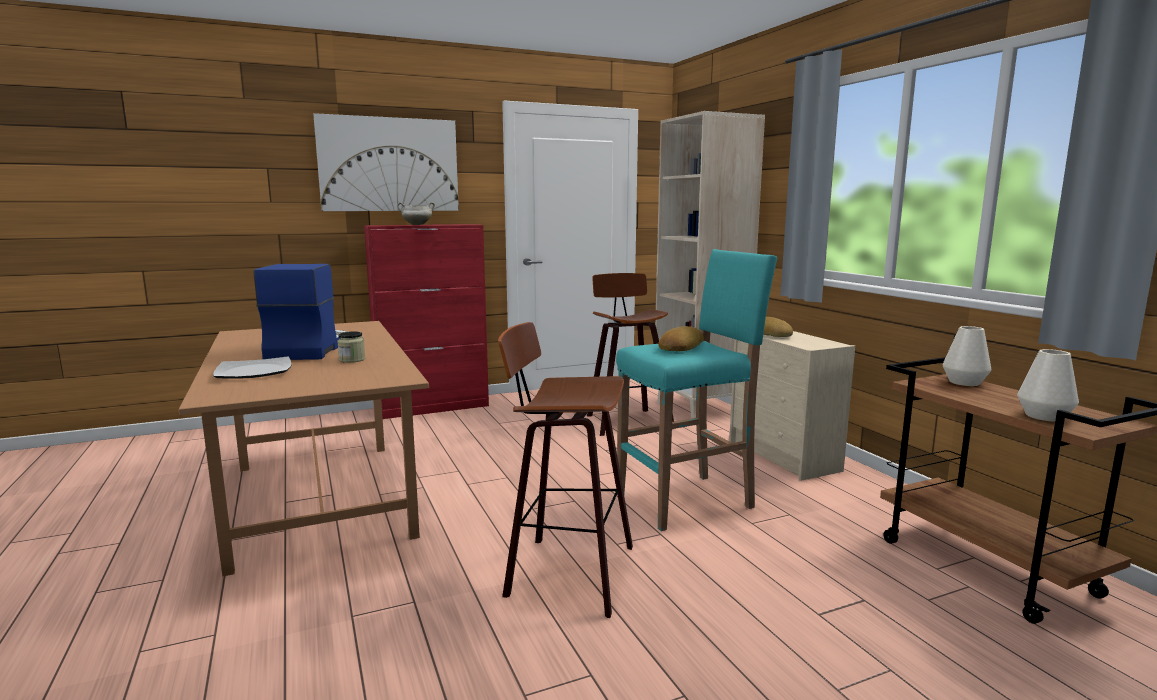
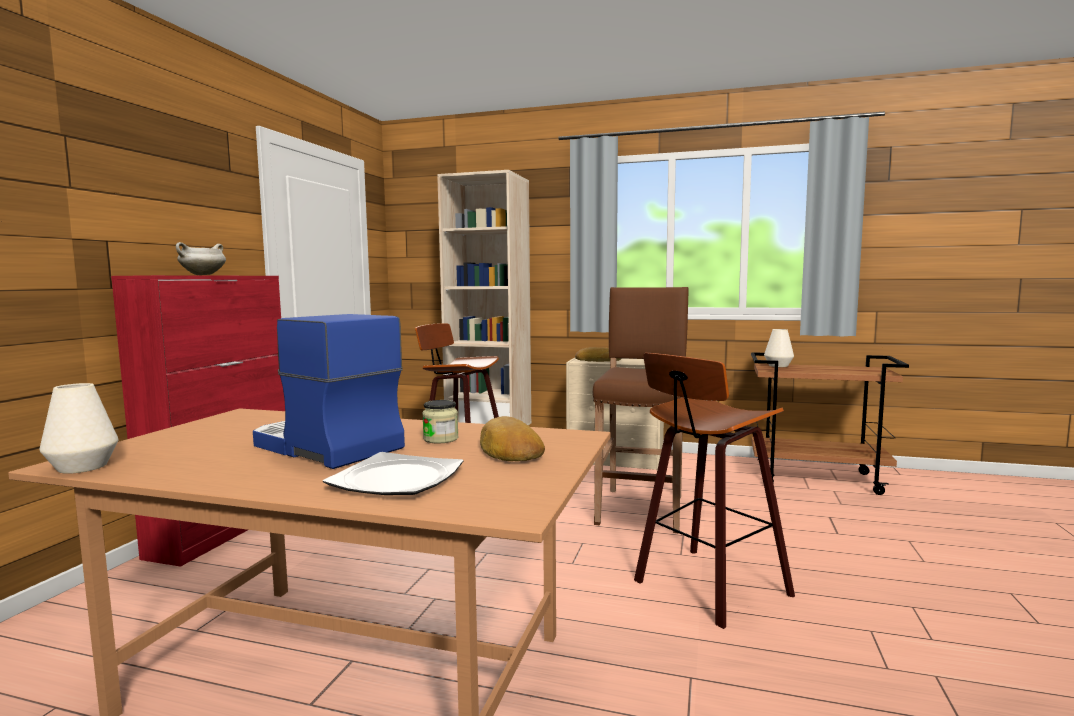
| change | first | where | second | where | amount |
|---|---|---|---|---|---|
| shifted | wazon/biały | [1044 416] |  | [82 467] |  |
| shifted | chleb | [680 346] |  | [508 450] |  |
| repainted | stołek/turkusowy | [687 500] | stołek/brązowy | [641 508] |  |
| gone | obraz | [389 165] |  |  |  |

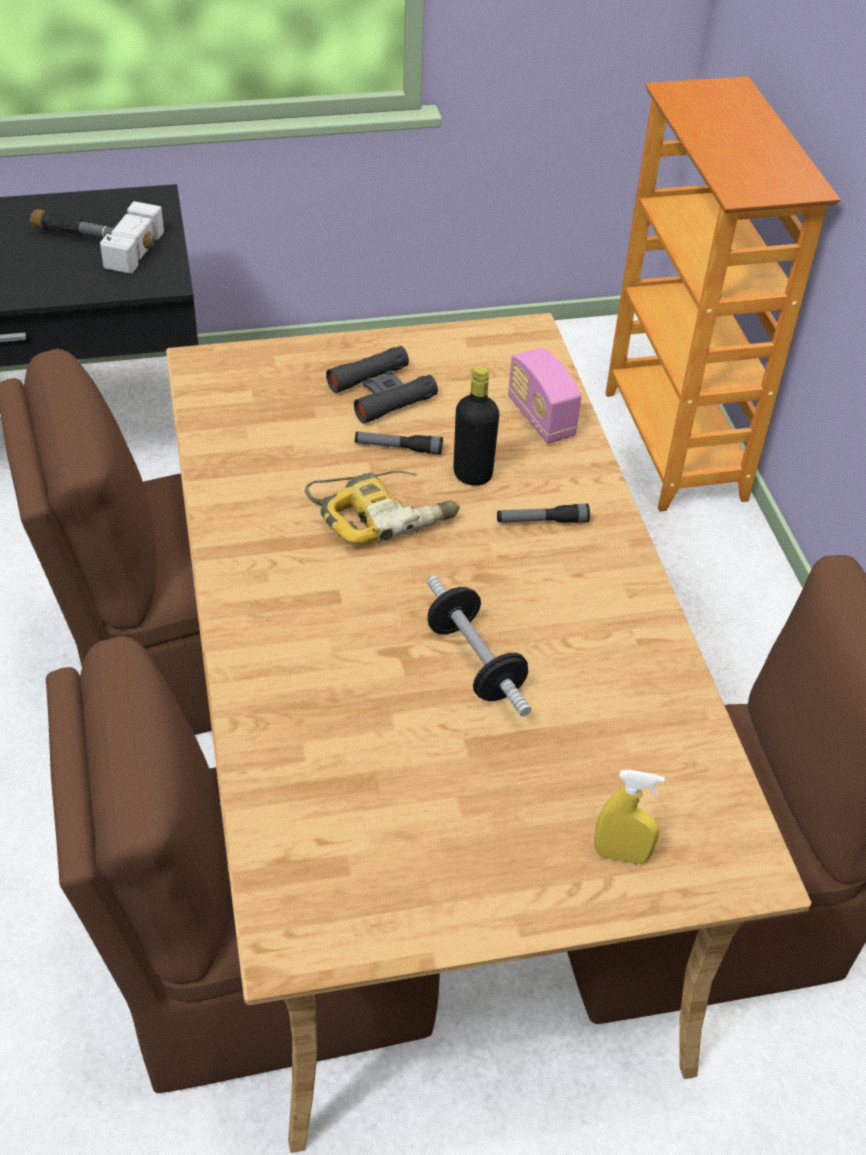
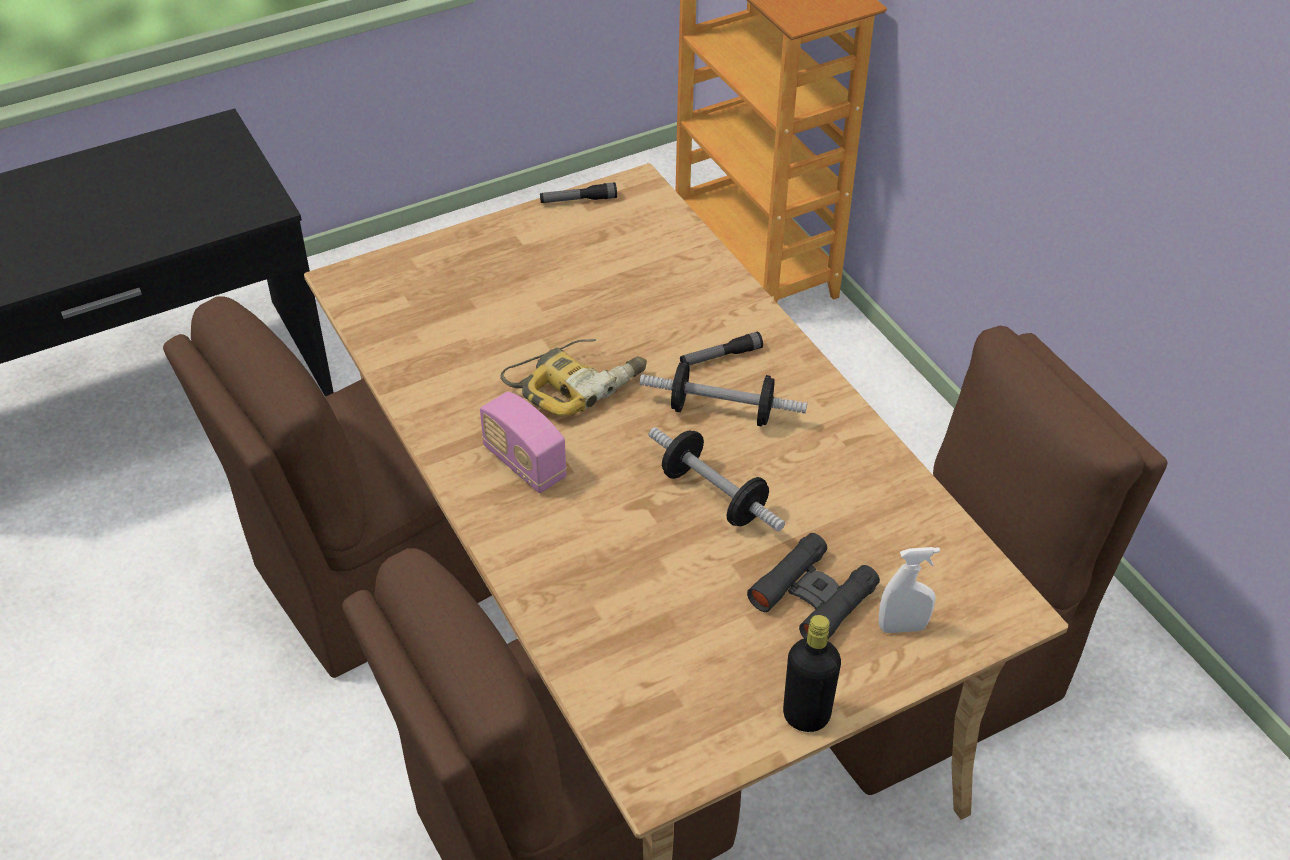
| change | first | where | second | where | amount |
|---|---|---|---|---|---|
| shifted | radio | [540 418] |  | [524 463] |  |
| shifted | latarka | [398 448] |  | [578 200] |  |
| new |  |  | hantel | [721 412] |  |
| shifted | lornetka/czarny | [382 393] |  | [813 596] |  |
| shifted | butelka/czarny | [472 475] |  | [806 716] |  |
| repainted | spryskiwacz/żółty | [621 855] | spryskiwacz/biały | [902 627] |  |
| gone | młotek | [93 242] |  |  |  |

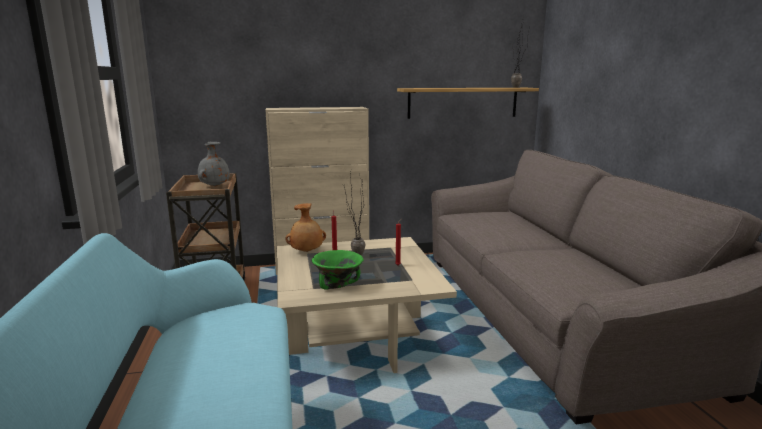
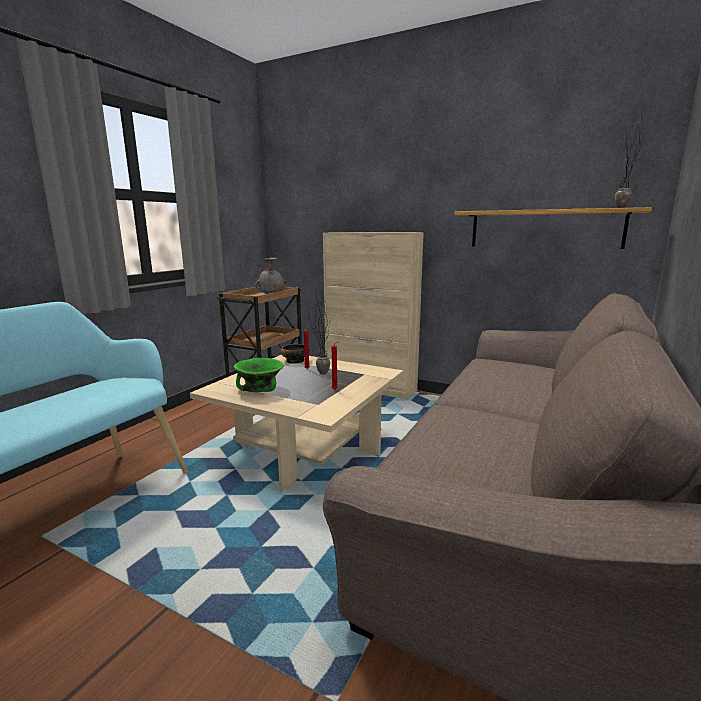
| change | first | where | second | where | amount |
|---|---|---|---|---|---|
| swapped | wazon/brązowy | [306 251] | miska | [295 361] |  |

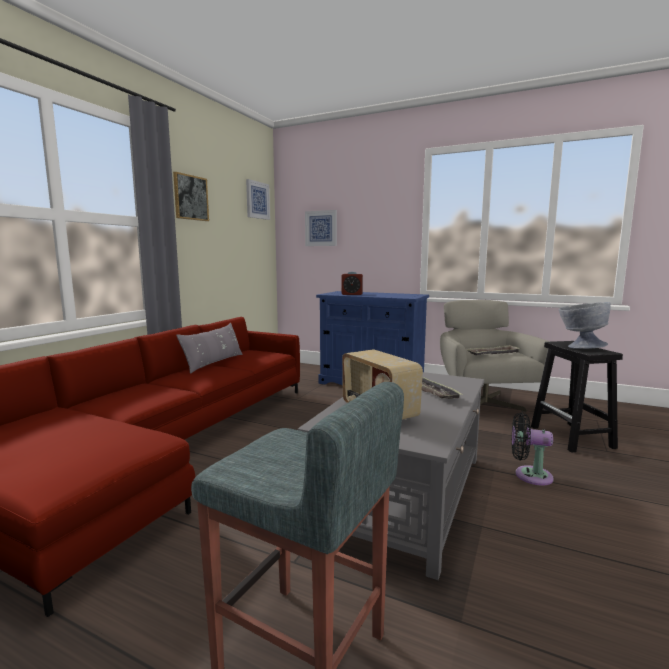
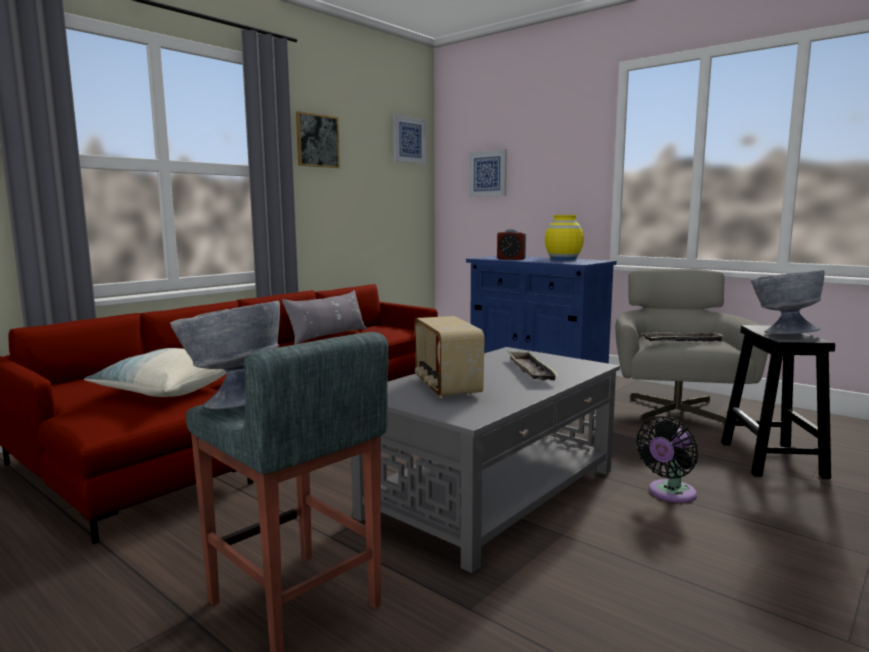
| change | first | where | second | where | amount |
|---|---|---|---|---|---|
| new |  |  | poduszka | [166 391] |  |
| new |  |  | miska/szary | [233 402] |  |
| new |  |  | wazon/żółty | [563 259] |  |
| rotated | wentylator/czarny | [529 475] |  | [669 494] | 75 degrees counterclockwise |

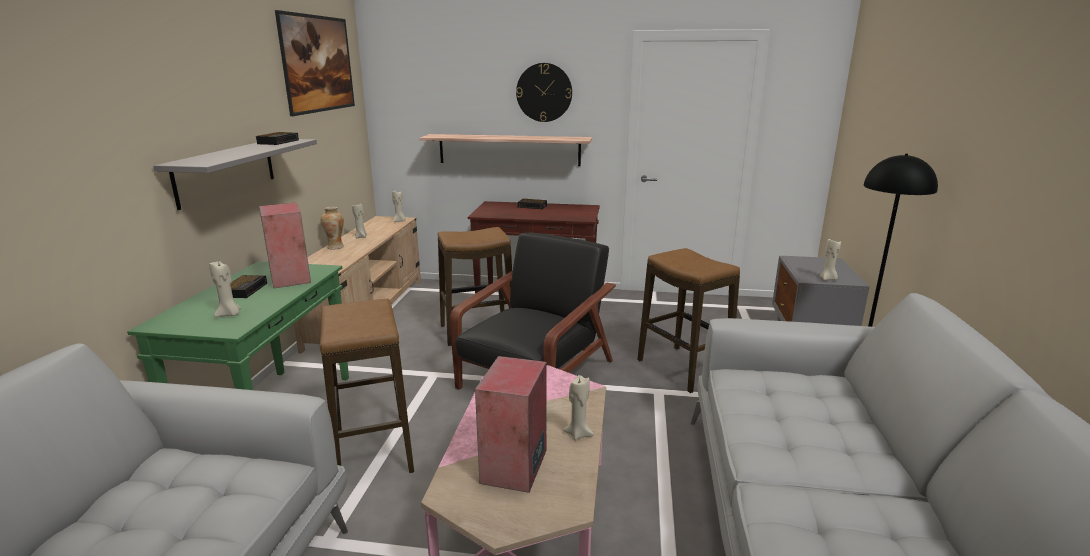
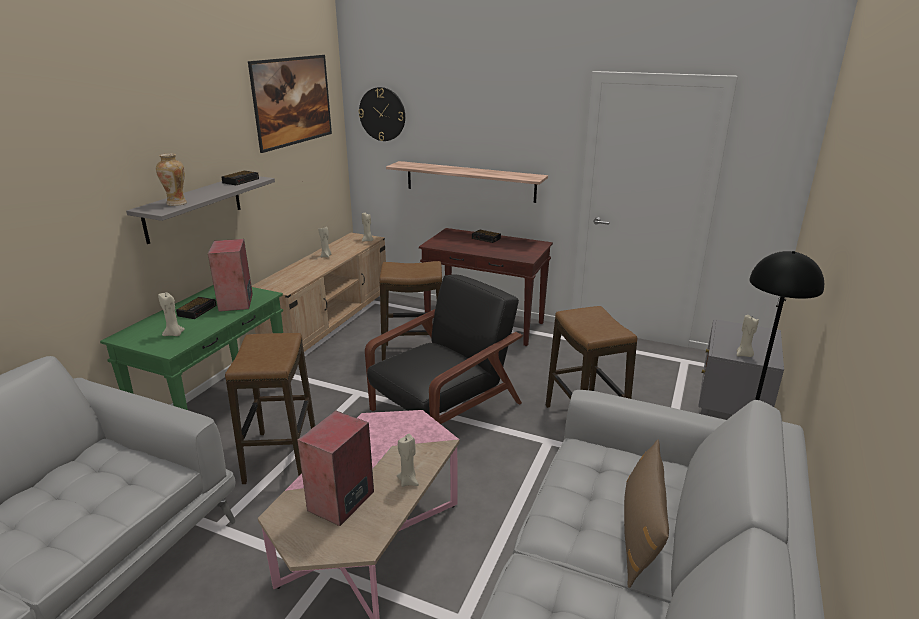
| change | first | where | second | where | amount |
|---|---|---|---|---|---|
| shifted | wazon | [335 247] |  | [177 203] |  |
| shifted | zegar ścienny | [544 92] |  | [382 114] |  |
| new |  |  | poduszka/brązowy | [640 532] |  |

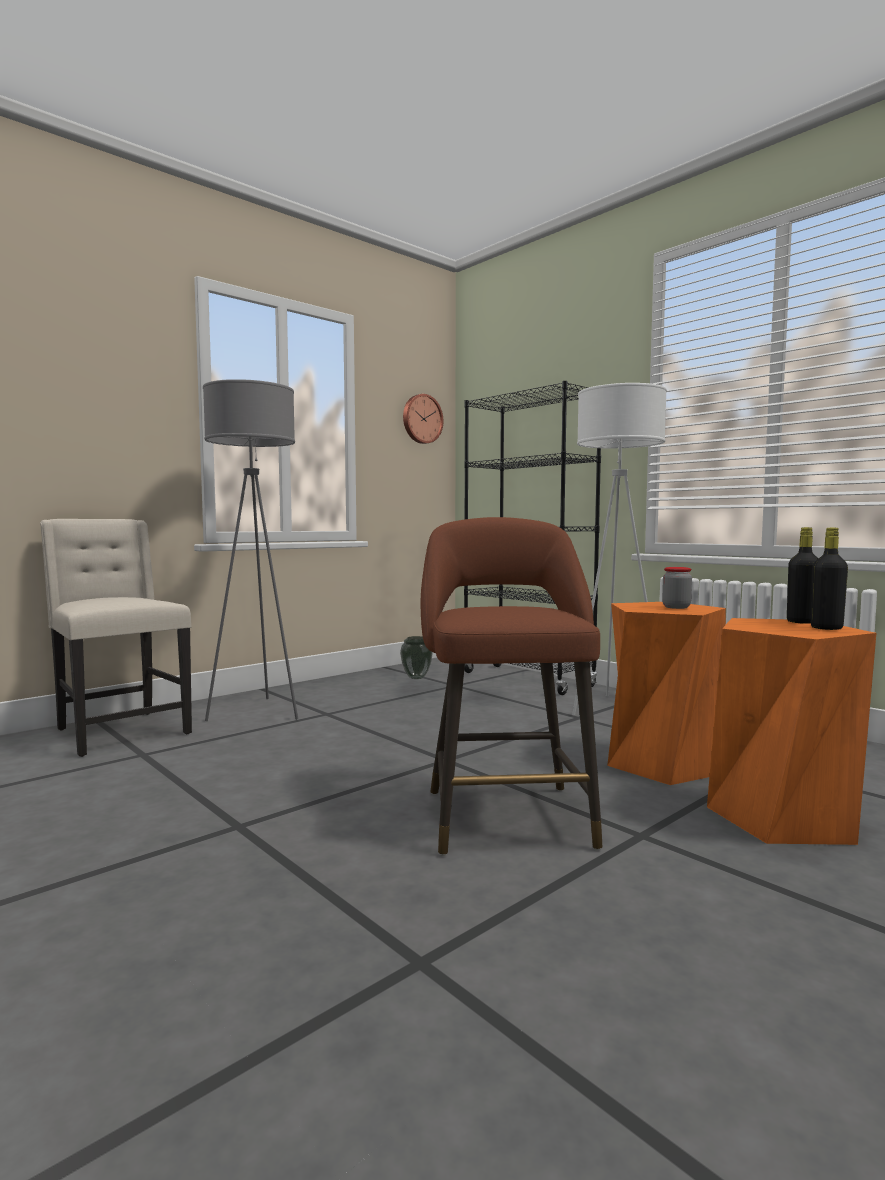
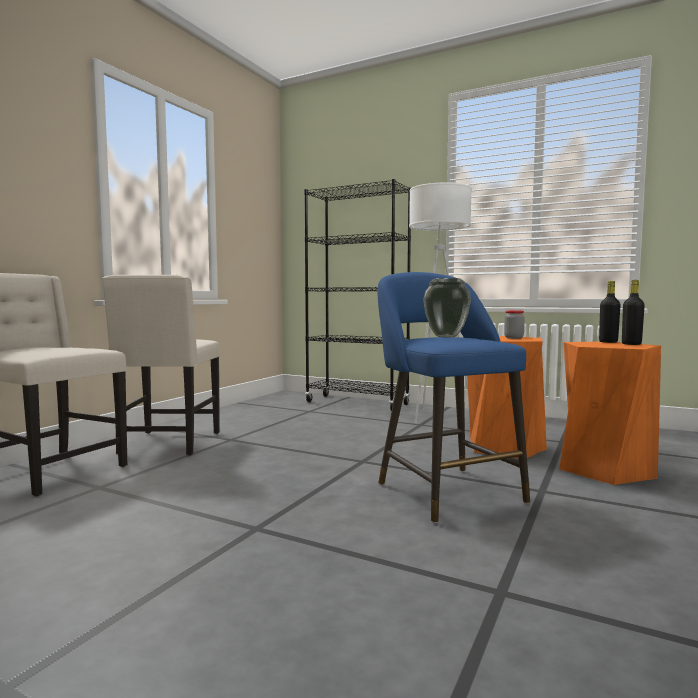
| change | first | where | second | where | amount |
|---|---|---|---|---|---|
| swapped | lampa stojąca/szary | [258 712] | krzesło/beżowy | [169 444] |  |
| repainted | stołek/brązowy | [506 814] | stołek/niebieski | [445 490] |  |
| shifted | wazon | [416 677] |  | [445 336] |  |
| gone | zegar ścienny | [421 419] |  |  |  |

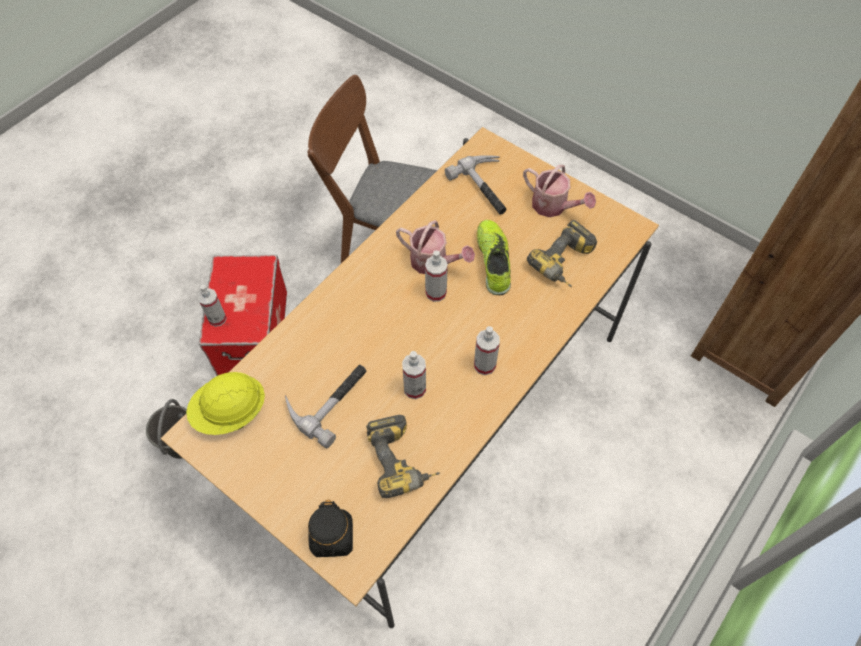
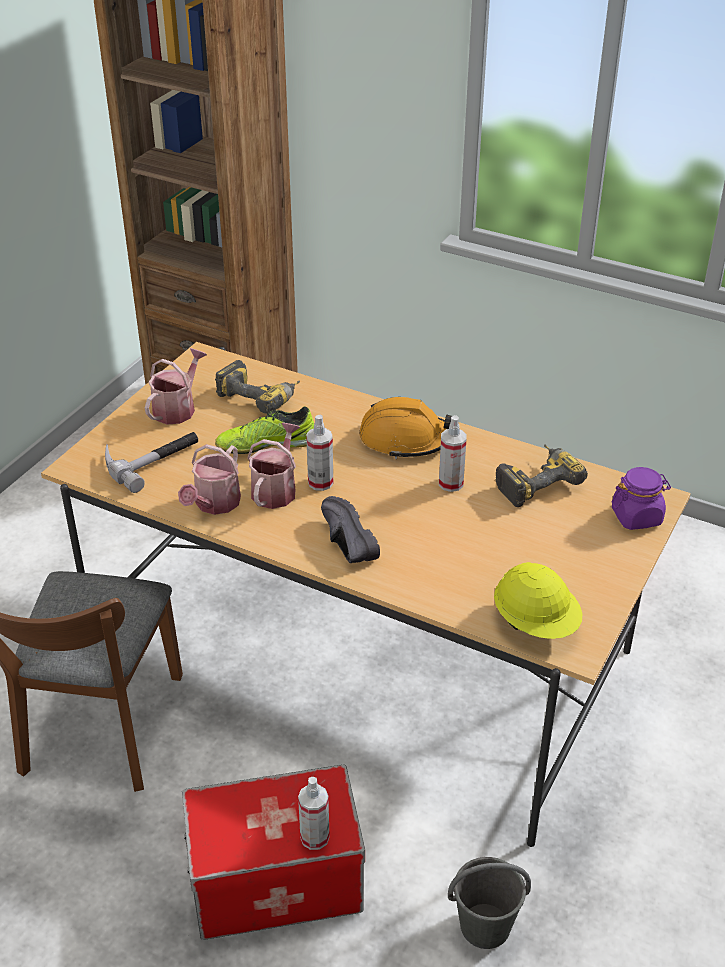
| change | first | where | second | where | amount |
|---|---|---|---|---|---|
| new |  |  | konewka | [214 504] |  |
| new |  |  | but/czarny | [343 544] |  |
| swapped | spryskiwacz | [484 365] | kask/pomarańczowy | [405 439] |  |
| repainted | słoik/czarny | [332 537] | słoik/fioletowy | [637 517] |  |
| gone | młotek | [329 399] |  |  |  |

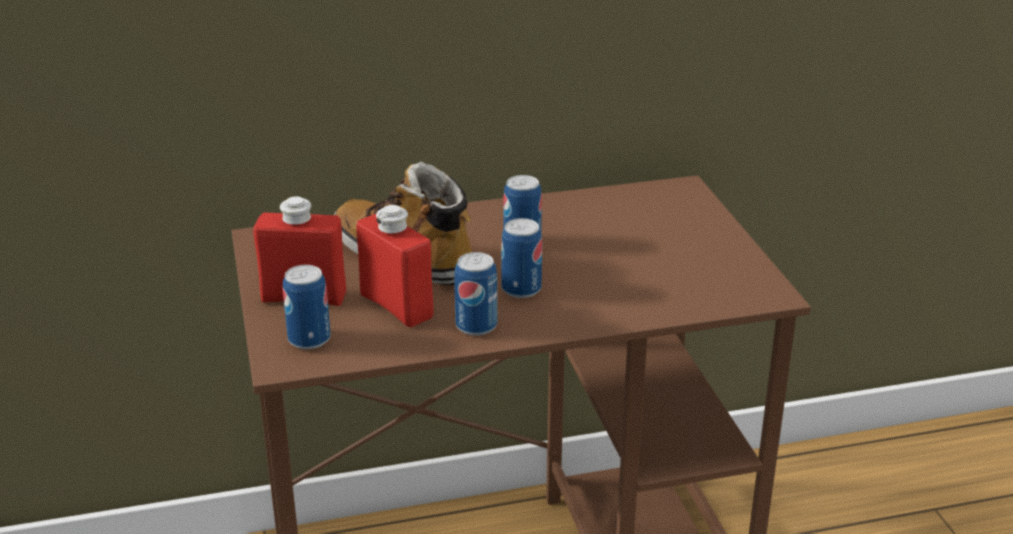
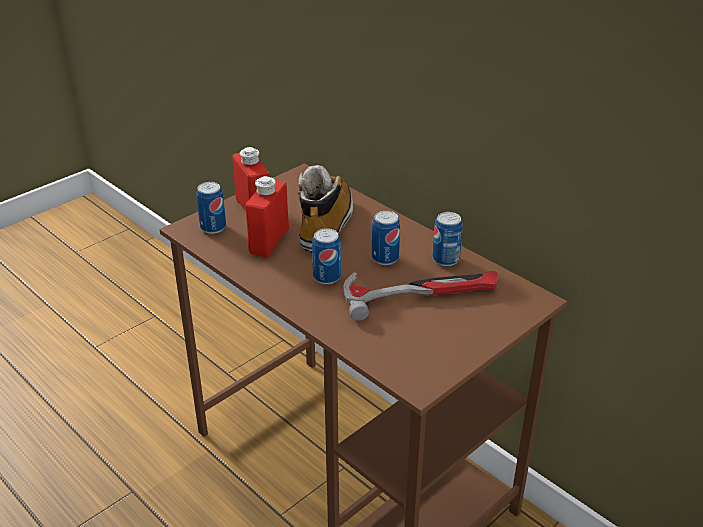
| change | first | where | second | where | amount |
|---|---|---|---|---|---|
| new |  |  | młotek | [421 293] |  |
| shifted | puszka | [476 326] |  | [445 259] |  |

